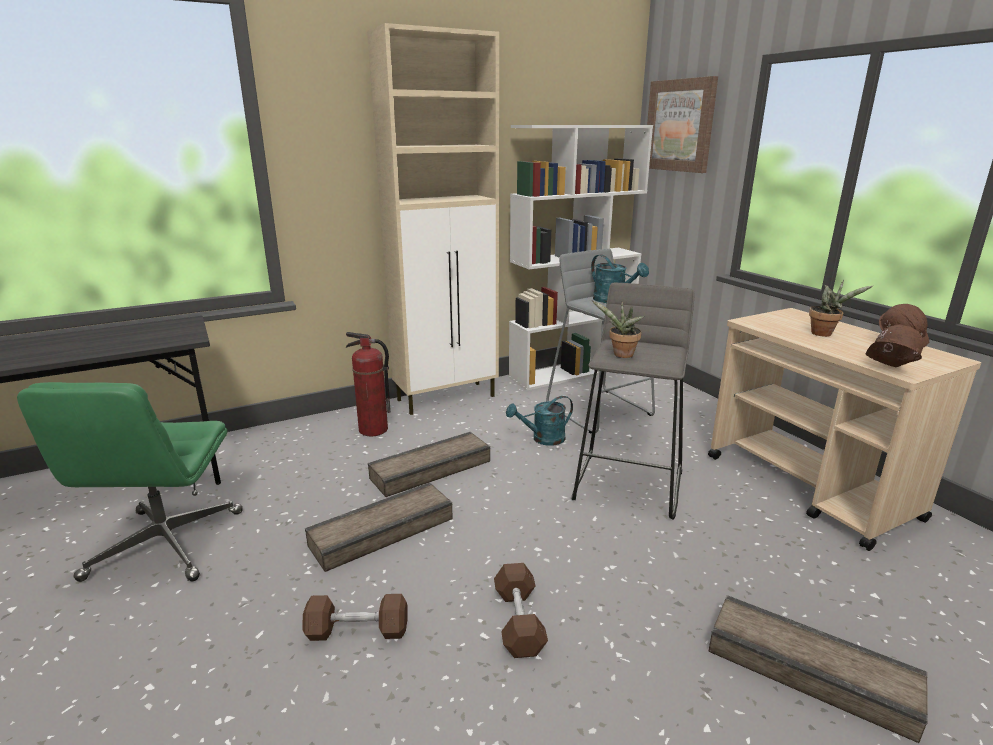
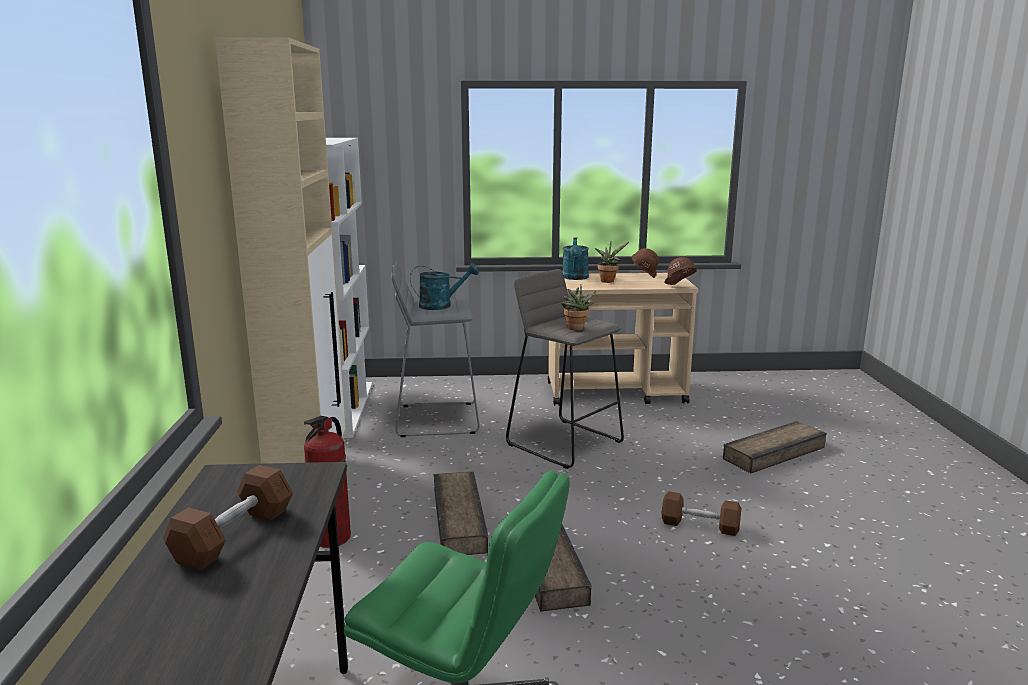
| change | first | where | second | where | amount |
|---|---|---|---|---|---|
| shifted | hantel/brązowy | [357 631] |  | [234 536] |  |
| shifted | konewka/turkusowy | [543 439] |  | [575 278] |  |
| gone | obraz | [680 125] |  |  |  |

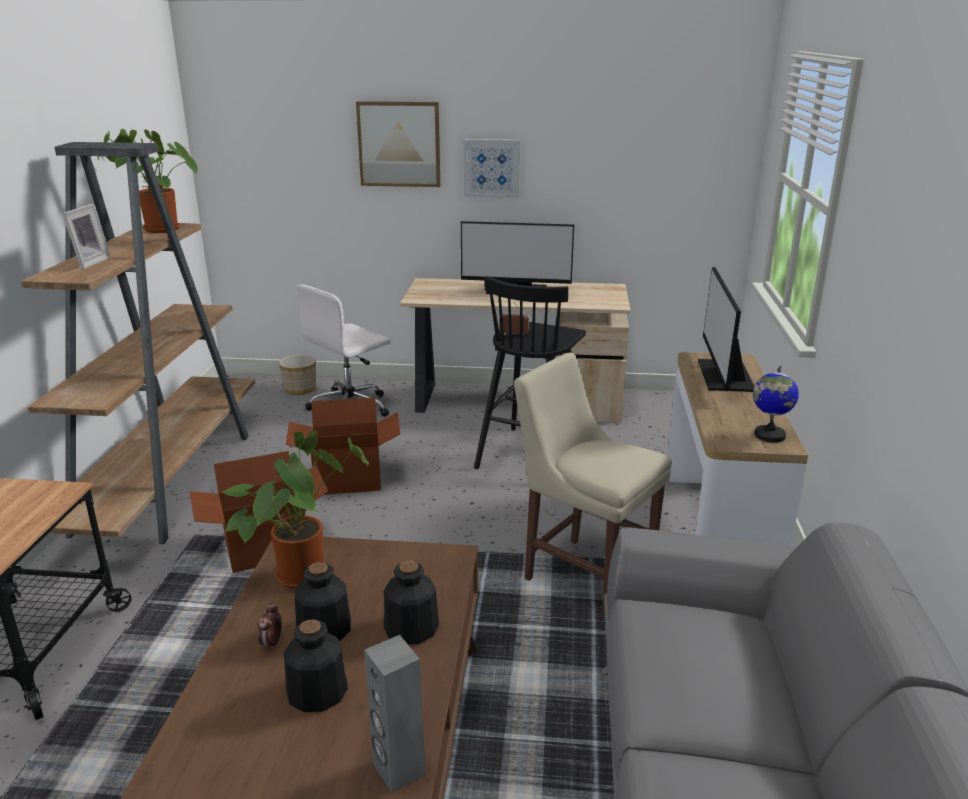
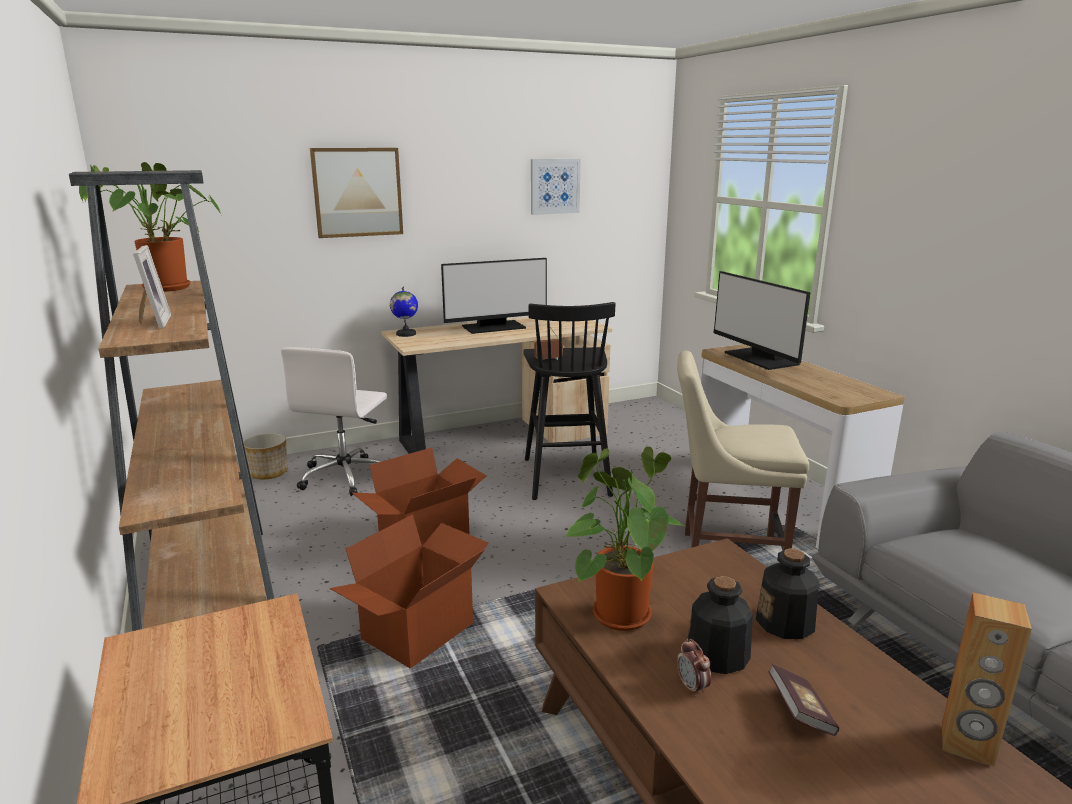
| change | first | where | second | where | amount |
|---|---|---|---|---|---|
| shifted | globus | [769 435] |  | [406 334] |  |
| shifted | obraz | [492 168] |  | [554 186] |  |
| swapped | butelka | [316 692] | książka | [800 712] |  |
| repainted | głośnik/szary | [398 770] | głośnik/brązowy | [967 745] |  |

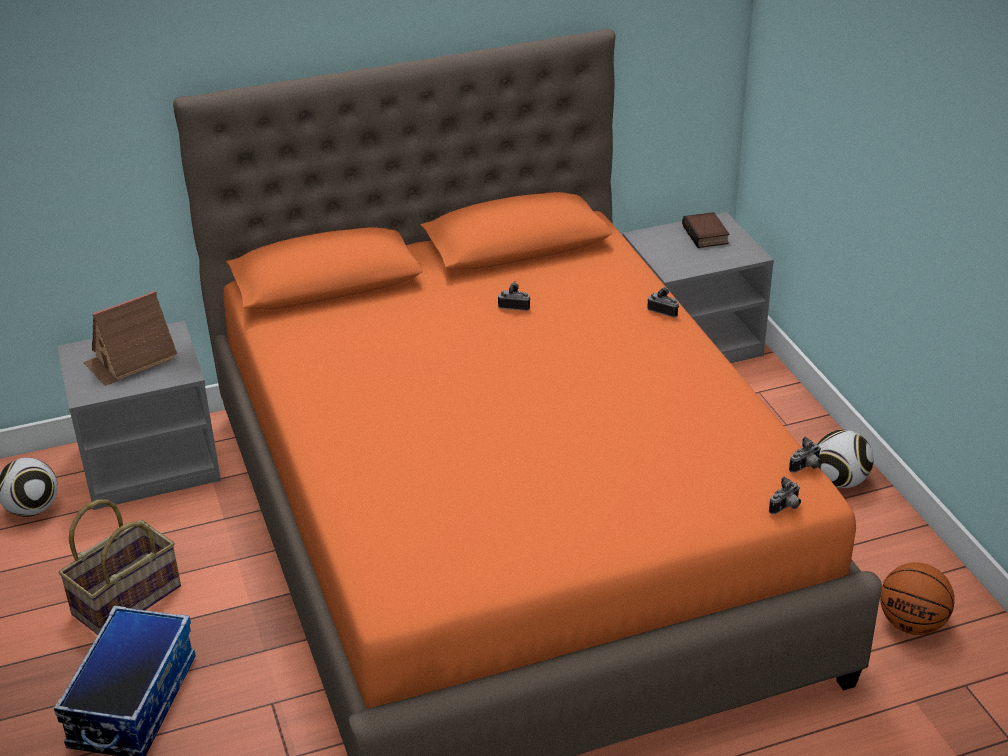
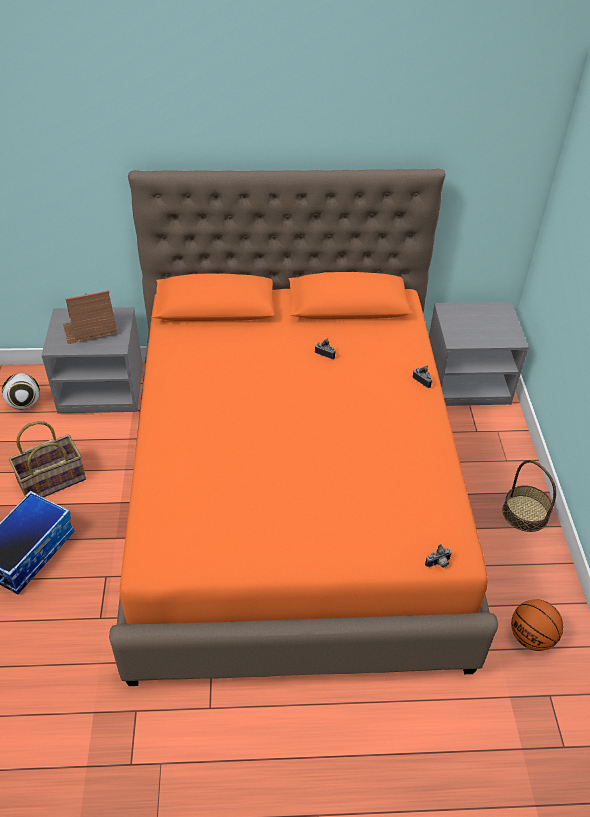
| change | first | where | second | where | amount |
|---|---|---|---|---|---|
| swapped | piłka futbolowa | [839 481] | koszyk | [525 513] |  |
| gone | książka | [707 235] |  |  |  |
| gone | aparat fotograficzny | [806 467] |  |  |  |

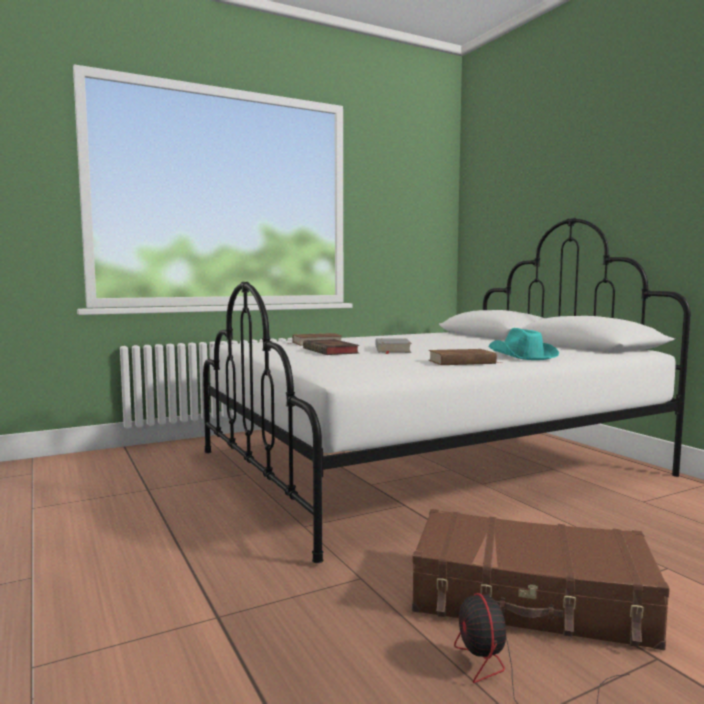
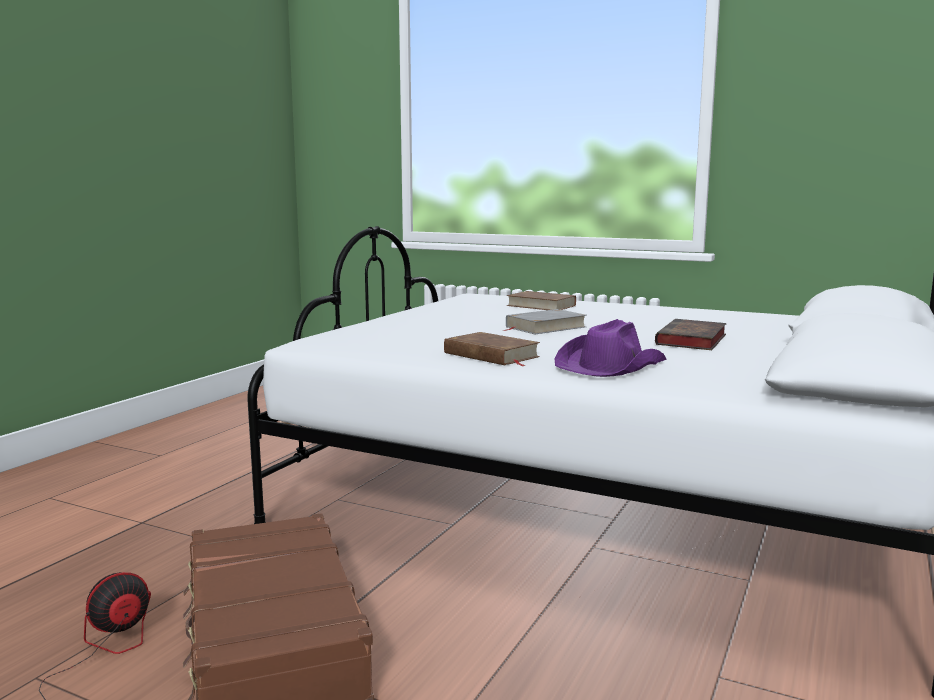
| change | first | where | second | where | amount |
|---|---|---|---|---|---|
| repainted | kapelusz/turkusowy | [521 356] | kapelusz/fioletowy | [610 366] |  |
| shifted | książka | [331 351] |  | [692 341] |  |

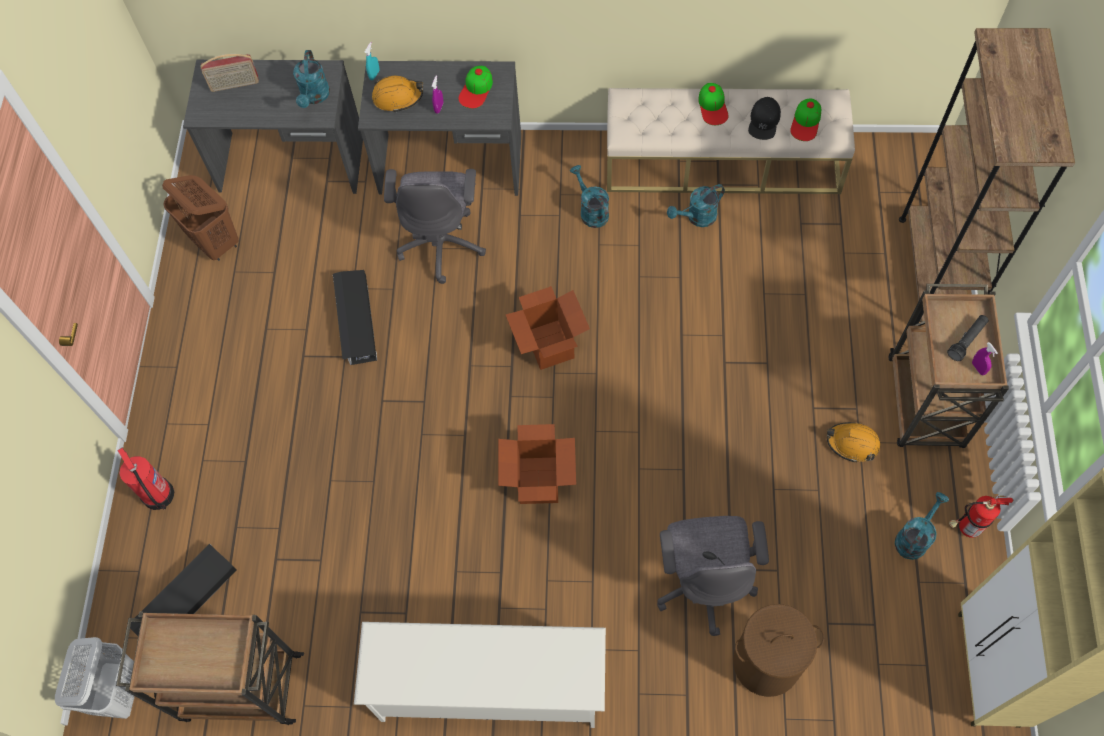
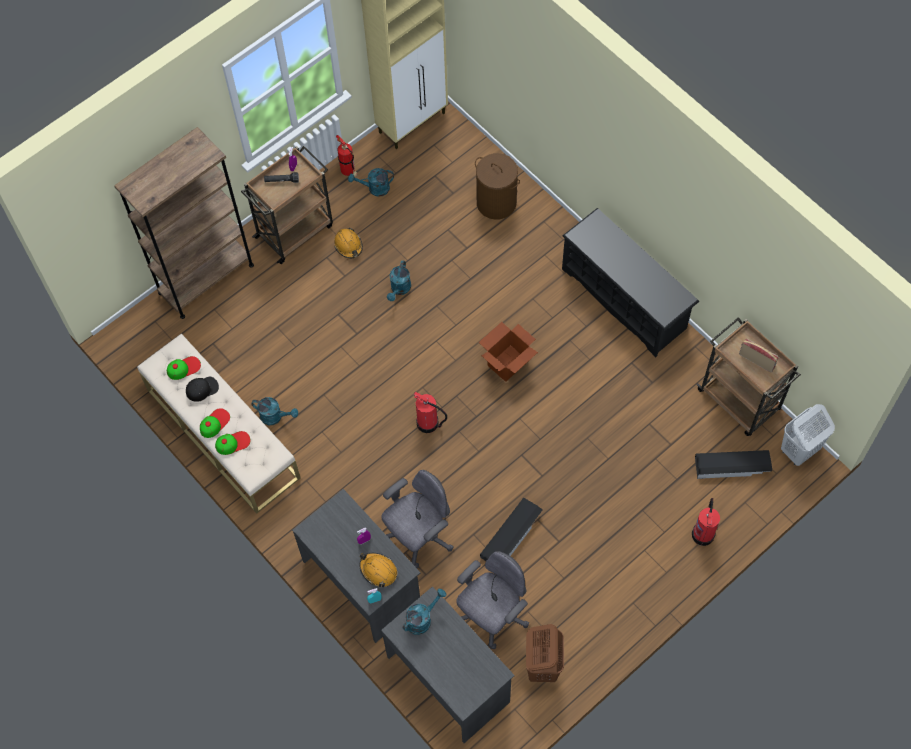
| change | first | where | second | where | amount |
|---|---|---|---|---|---|
| shifted | czapka z daszkiem | [476 89] |  | [233 443] |  |
| shifted | konewka/turkusowy | [591 211] |  | [399 289] |  |
| swapped | karton | [549 344] | gaśnica | [428 423] |  |
| shifted | krzesło biurowe/szary | [704 583] |  | [492 614] |  |
| repainted | regał na buty/biały | [489 687] | regał na buty/czarny | [624 299] |  |
| shifted | radio | [234 84] |  | [756 360] |  |

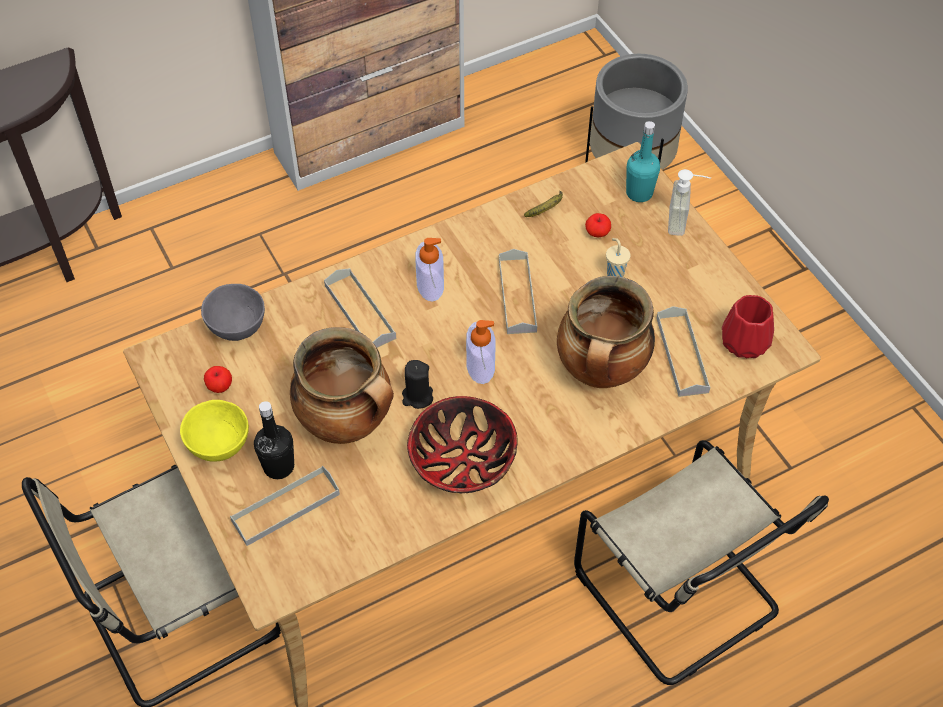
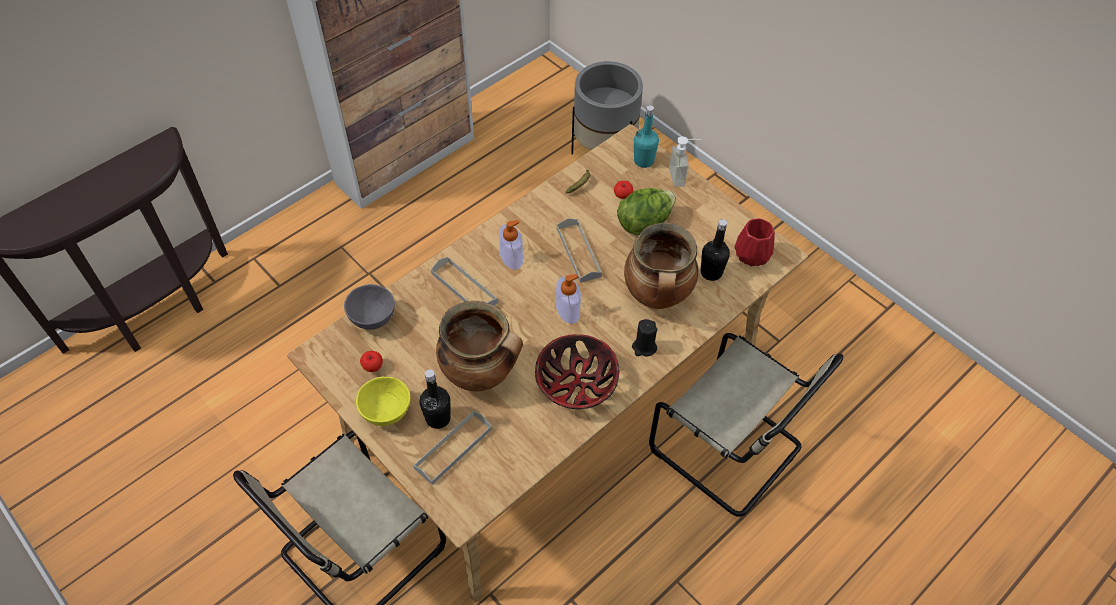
| change | first | where | second | where | amount |
|---|---|---|---|---|---|
| swapped | filiżanka/beżowy | [614 274] | sałata | [644 223] |  |
| shifted | świeca/czarny | [417 396] |  | [644 347] |  |
| swapped | taca/szary | [682 355] | butelka/czarny | [711 272] |  |

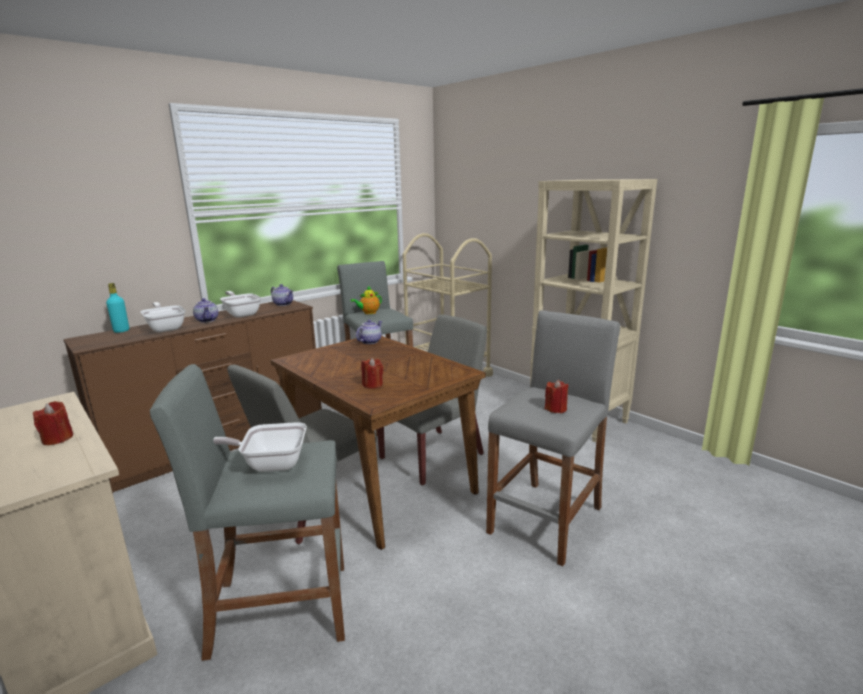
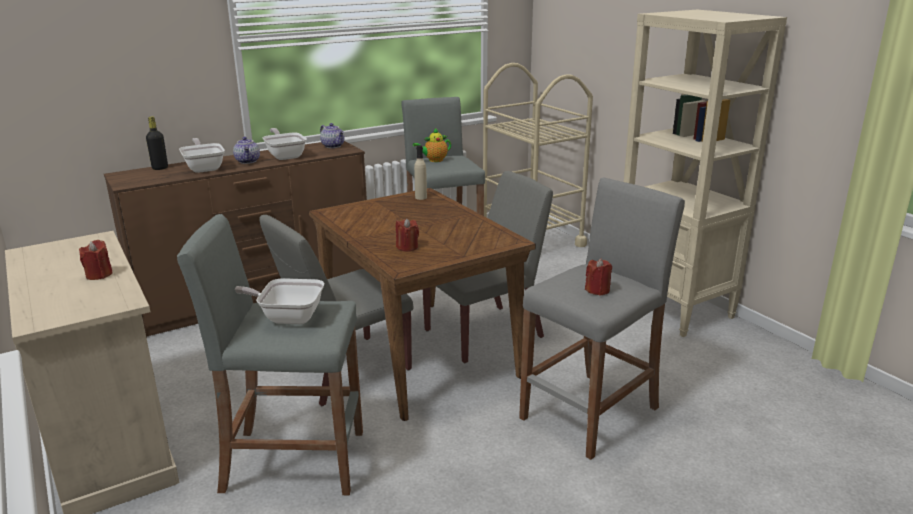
| change | first | where | second | where | amount |
|---|---|---|---|---|---|
| repainted | butelka/turkusowy | [121 331] | butelka/czarny | [160 168] |  |
| swapped | imbryk | [369 341] | butelka/beżowy | [421 197] |  |

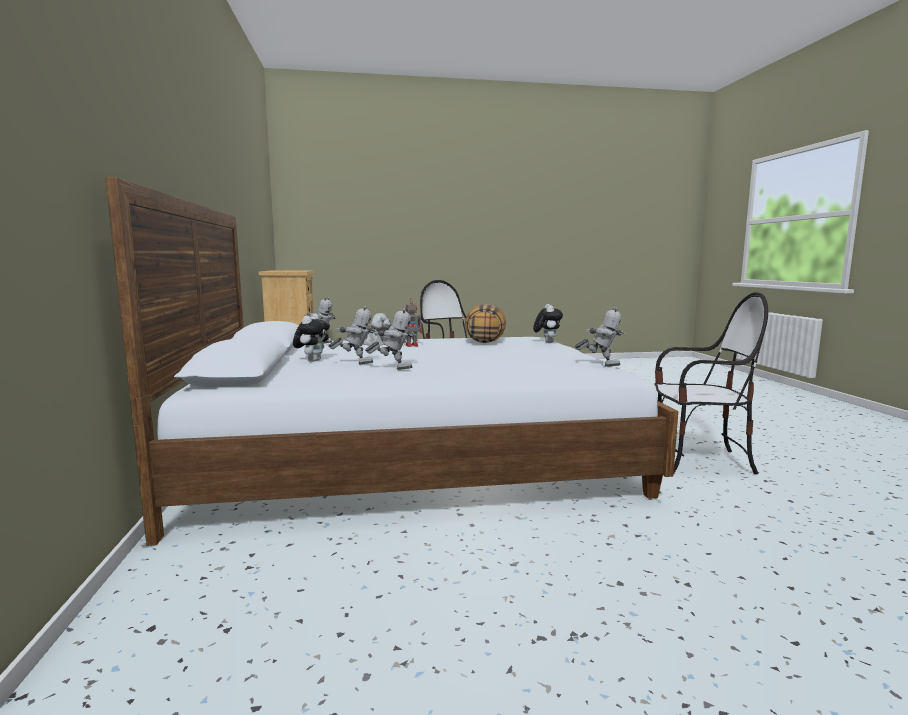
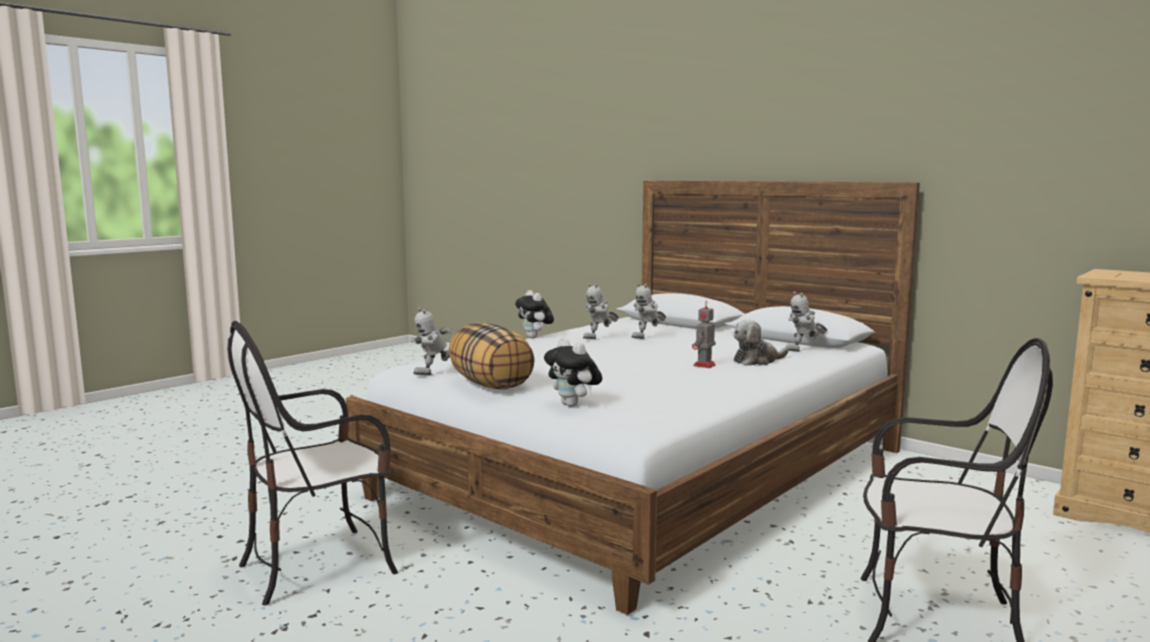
| change | first | where | second | where | amount |
|---|---|---|---|---|---|
| shifted | poduszka | [485 341] |  | [491 385] |  |
| shifted | pluszak | [313 360] |  | [535 337] |  |

